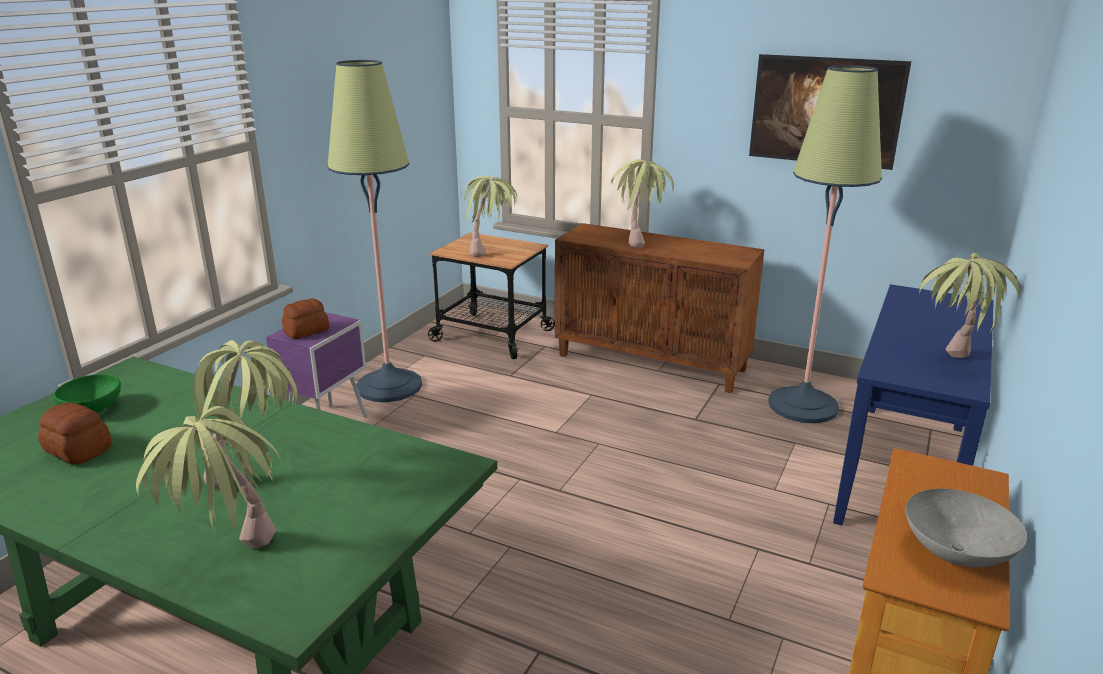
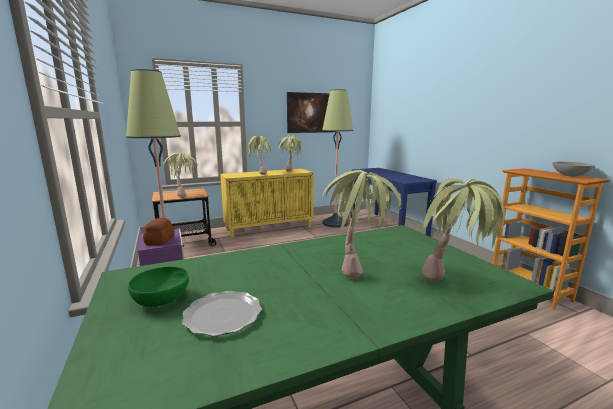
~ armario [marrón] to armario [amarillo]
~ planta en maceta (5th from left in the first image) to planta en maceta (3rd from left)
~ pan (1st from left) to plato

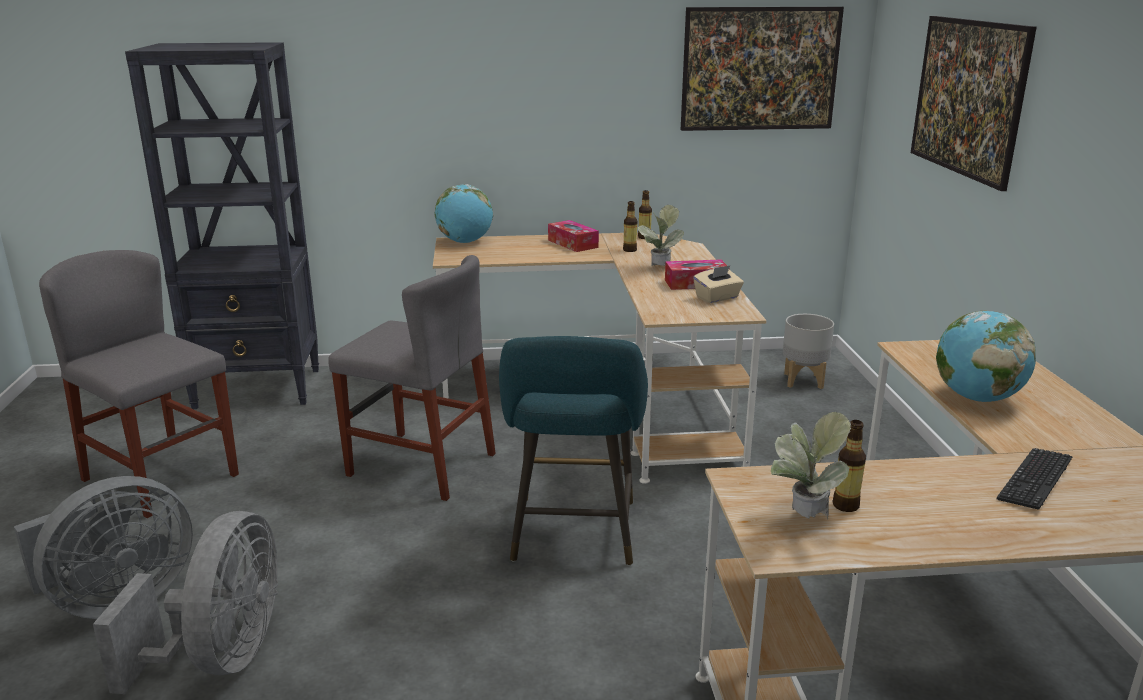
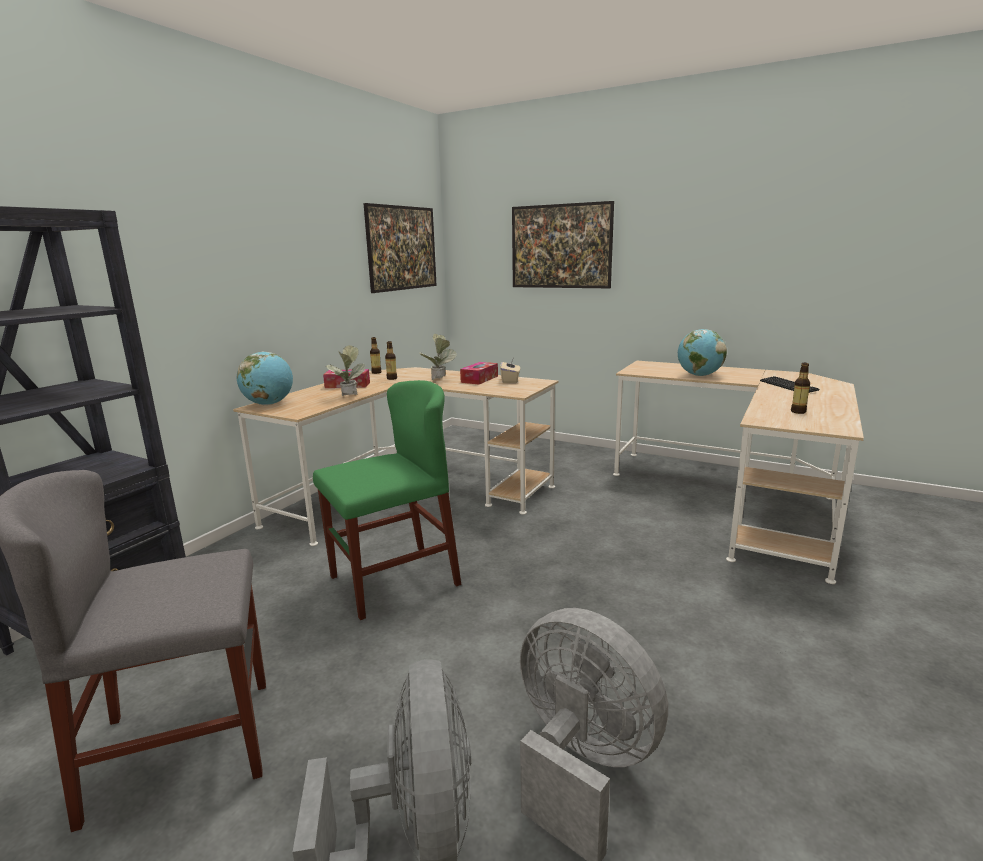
~ silla [gris] (2nd from left) to silla [verde]
- maceta [gris]
- taburete [turquesa]
~ planta en maceta (2nd from left in the first image) to planta en maceta (1st from left)

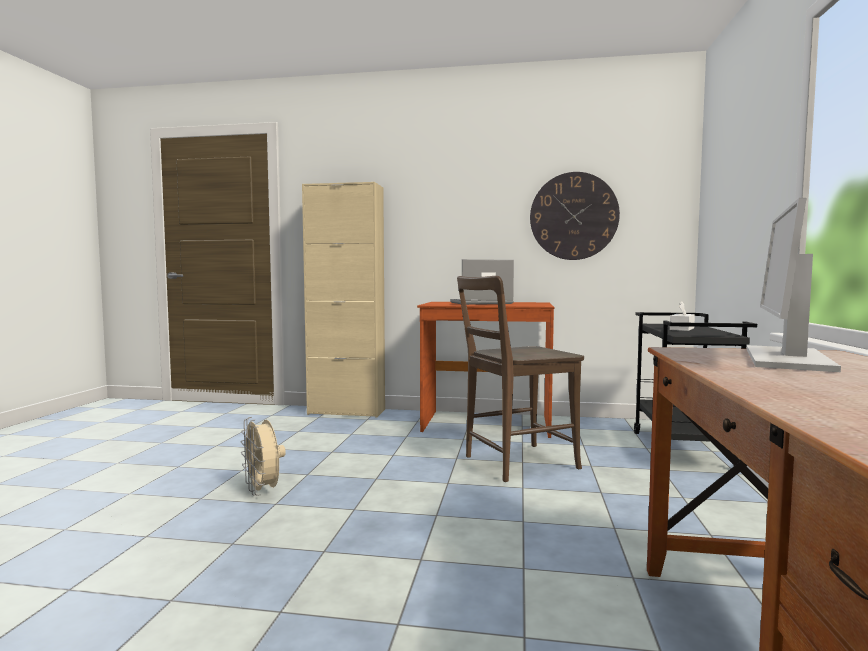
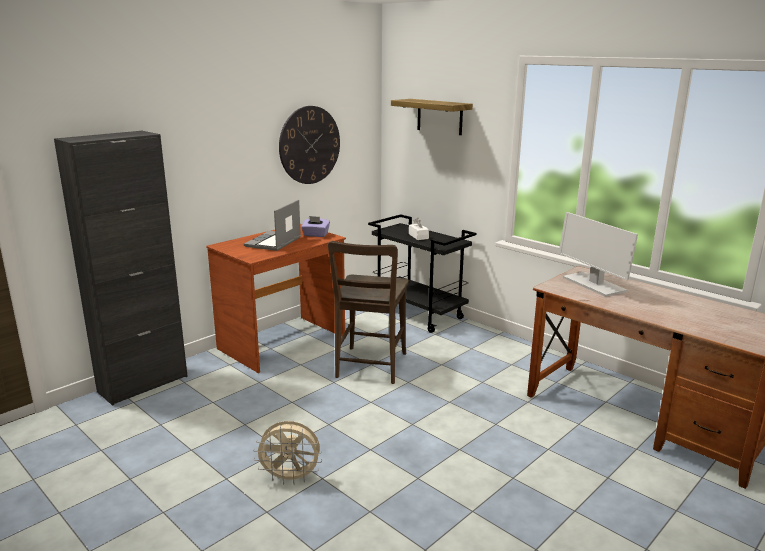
~ armario [beis] to armario [negro]
+ estante
+ caja de pañuelos [morado]

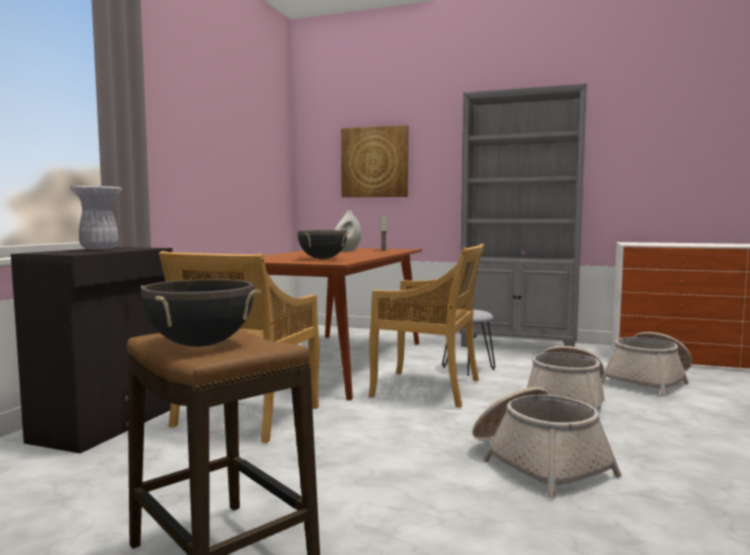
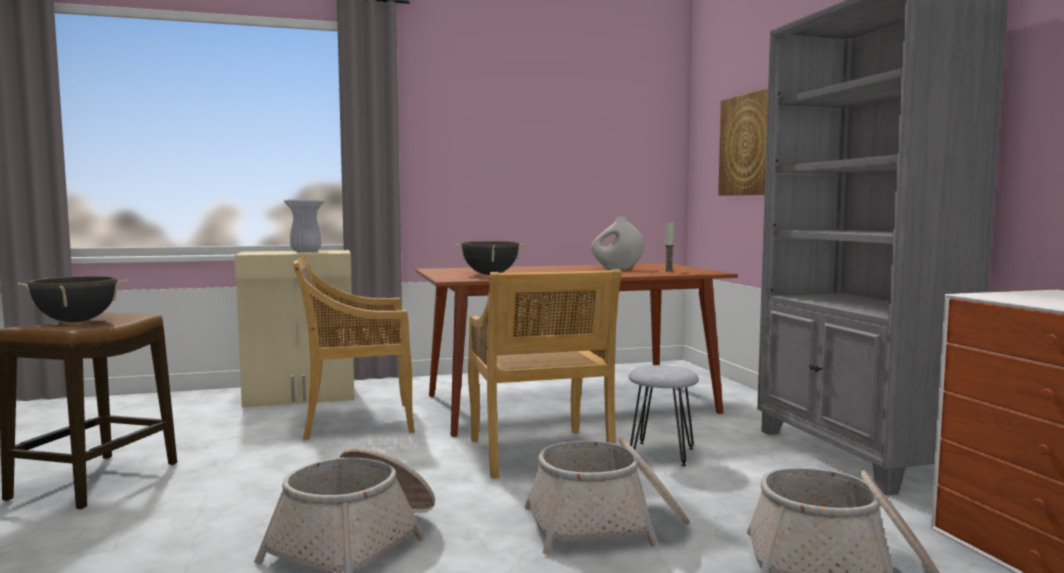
~ armario [negro] to armario [beis]

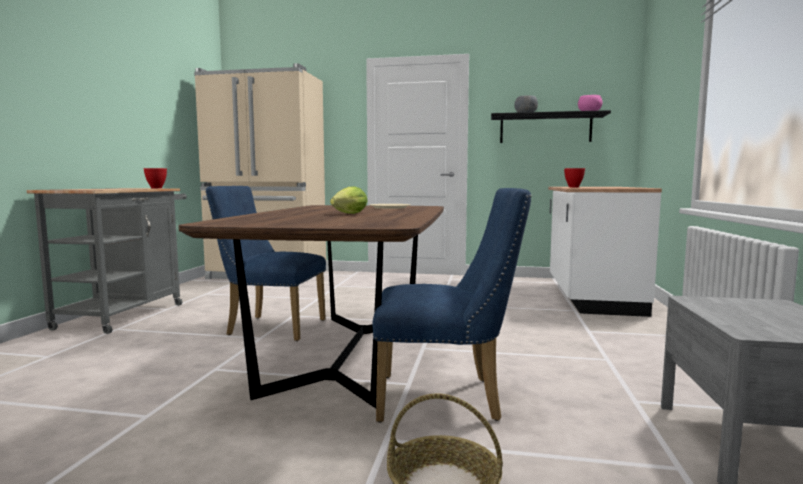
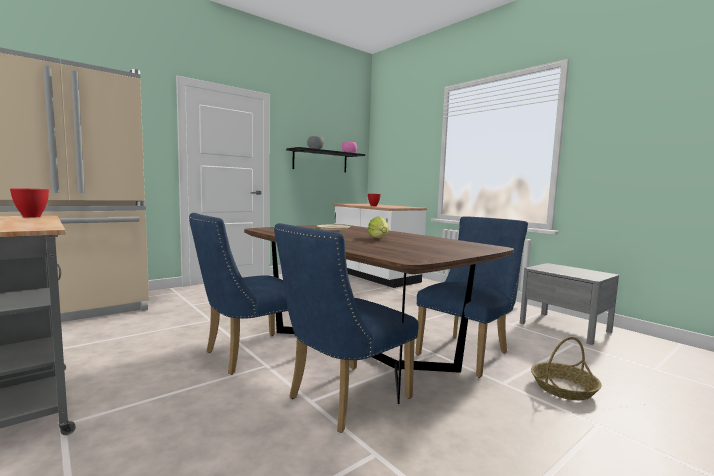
+ silla [azul] (2nd from left)

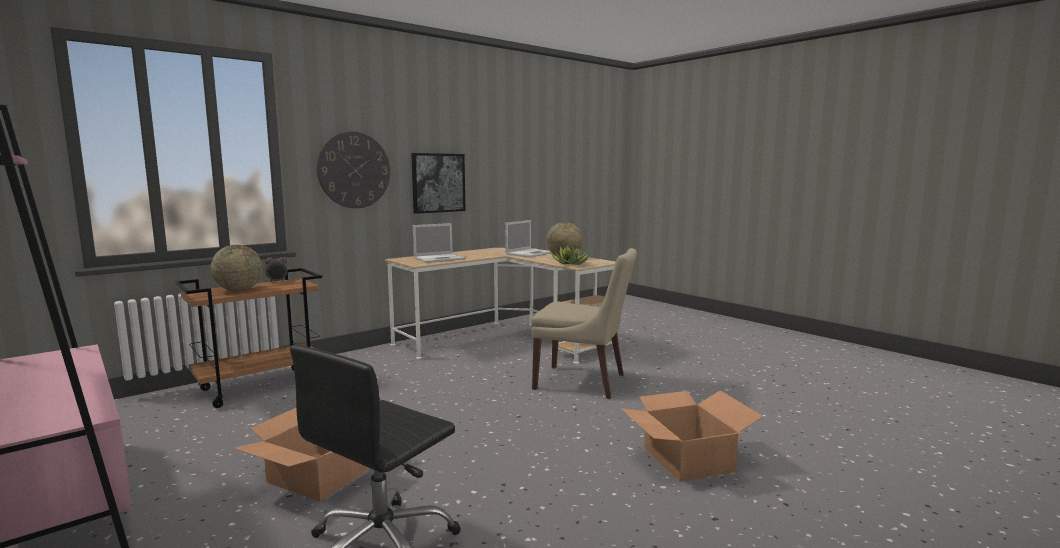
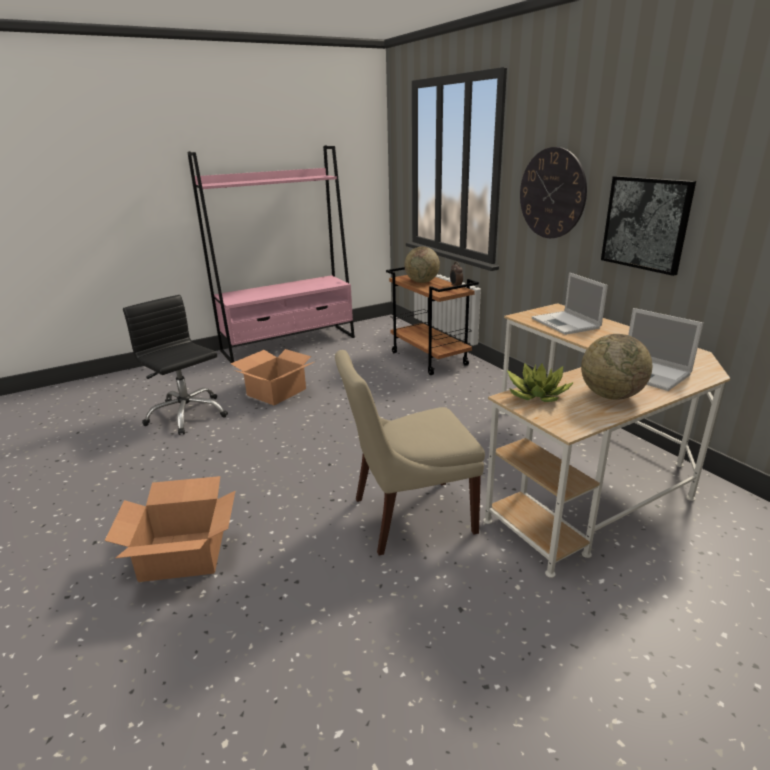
~ silla [beis] 45 degrees clockwise

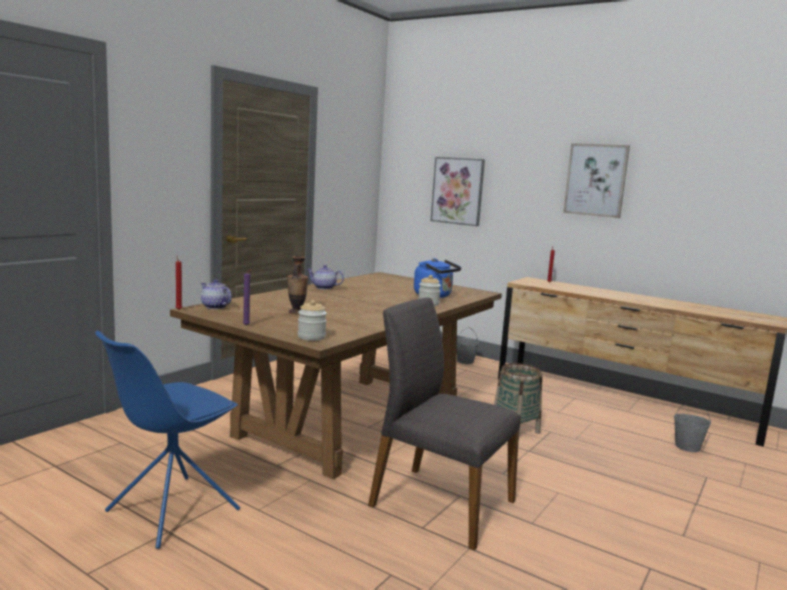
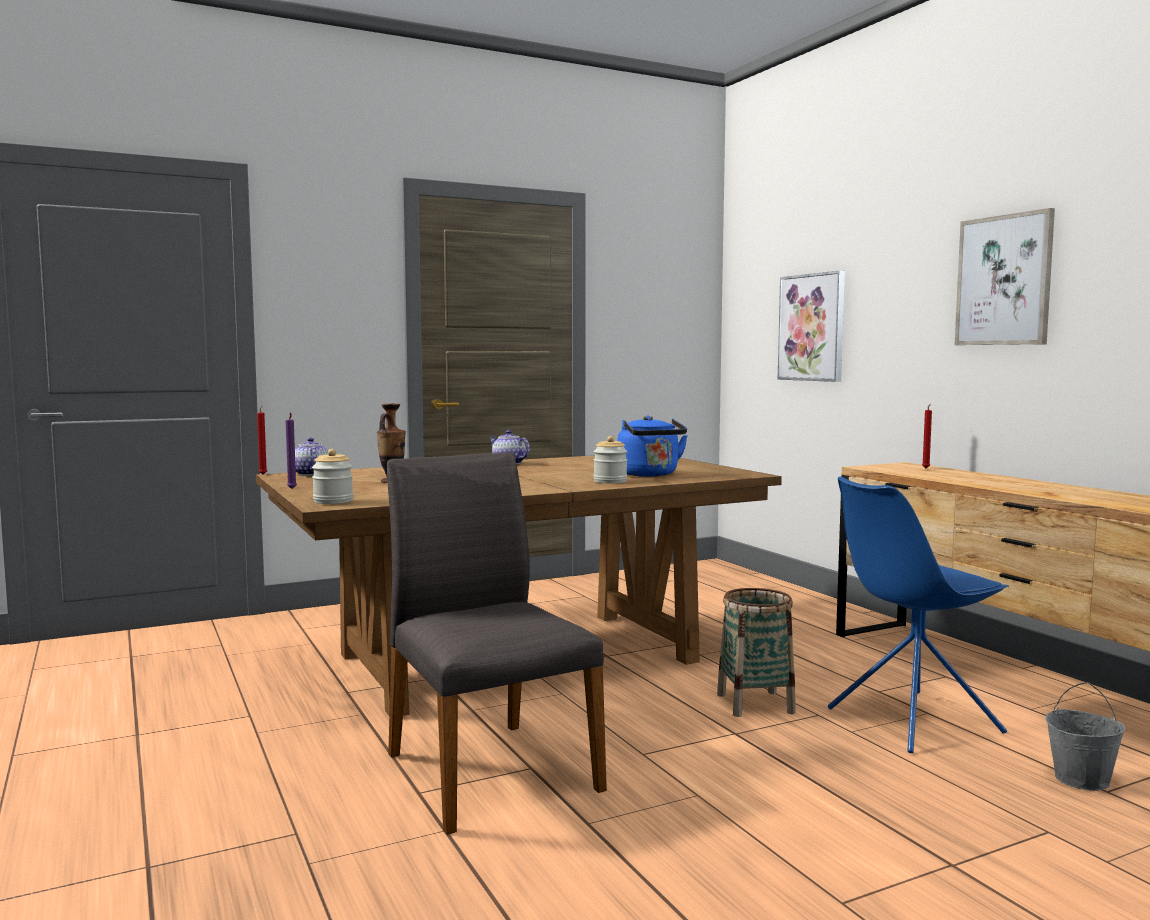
- cubo [gris] (1st from left)
~ silla [azul]

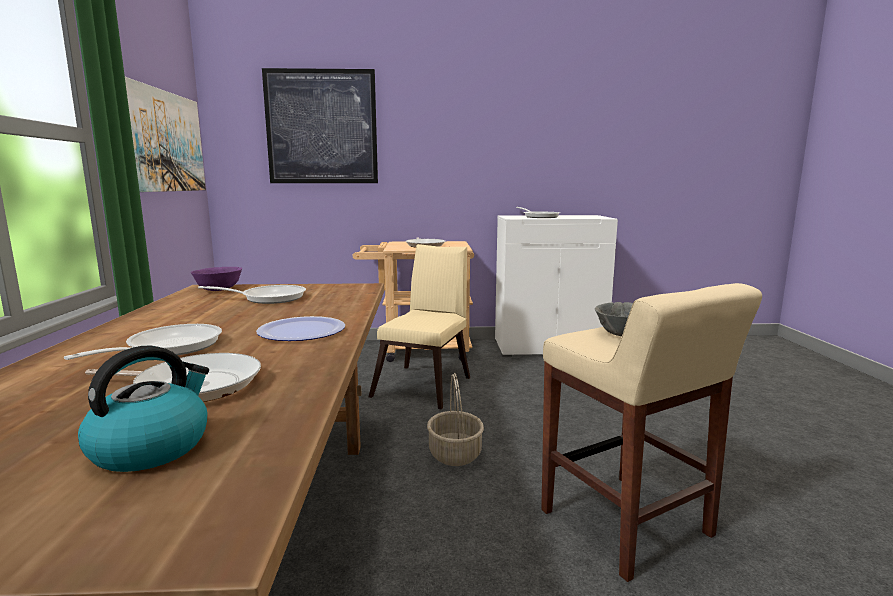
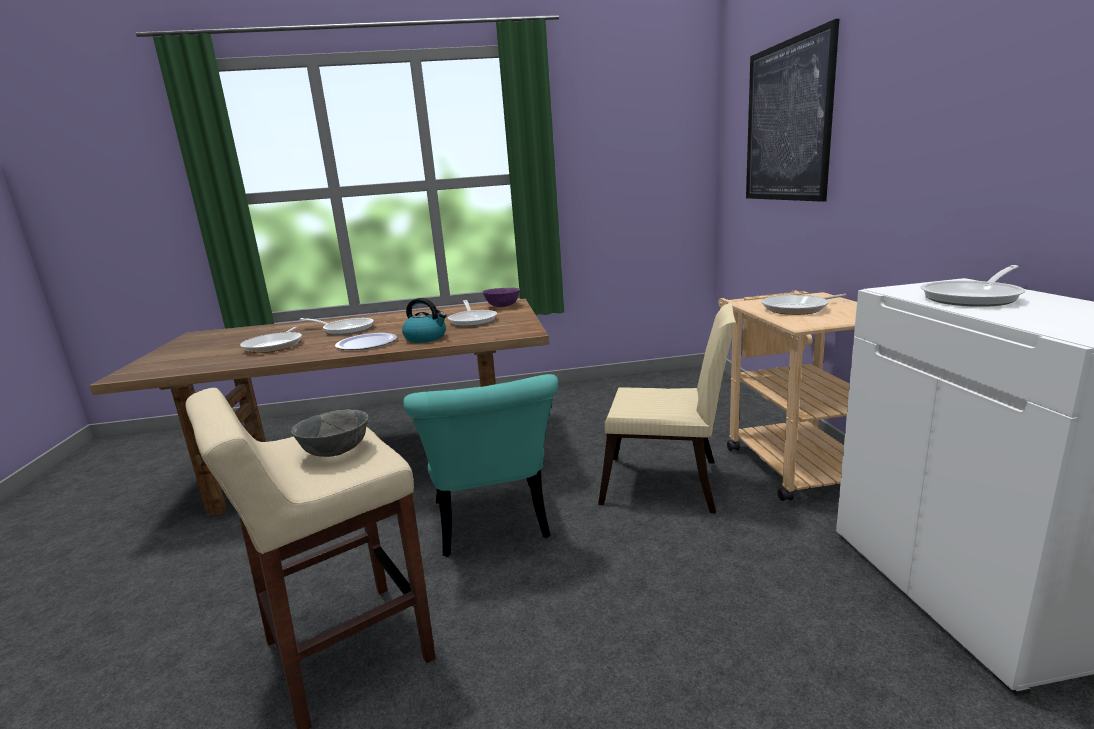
- cuadro (1st from left)
~ hervidor
~ cesta to silla [turquesa]

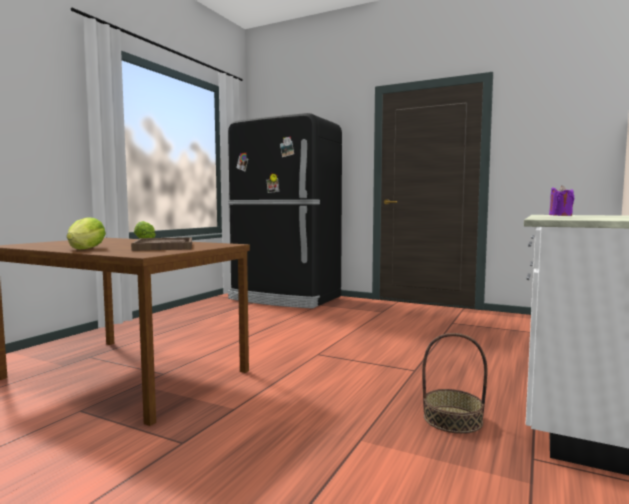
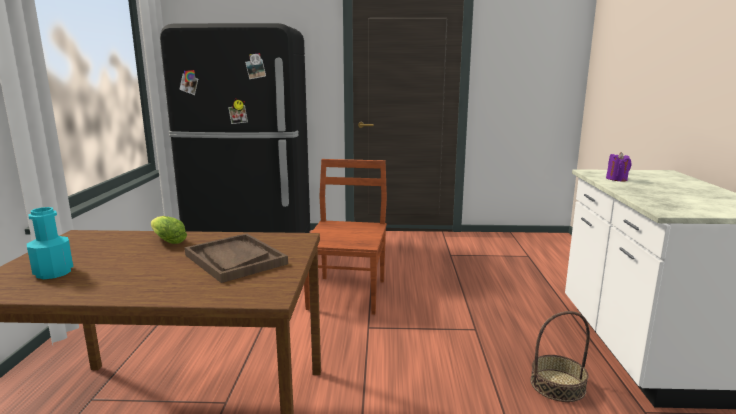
- lechuga (1st from left)
+ silla [marrón]
+ botella [turquesa]

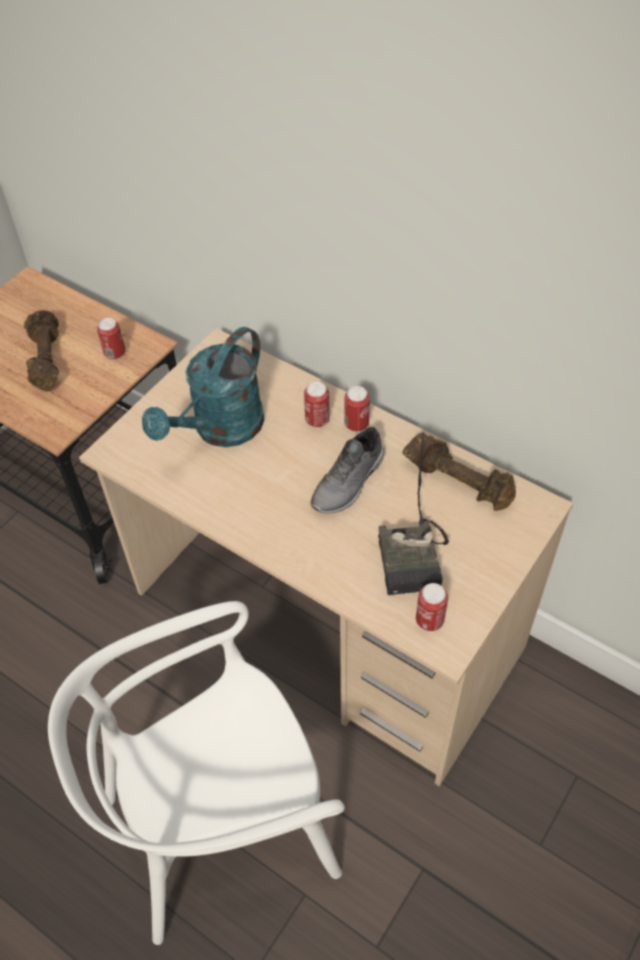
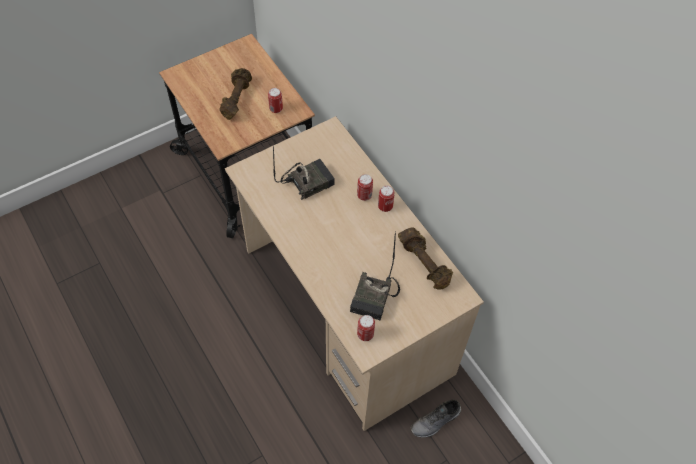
~ regadera [turquesa] to radio (1st from left)
~ zapato [gris]
- silla [blanco]

